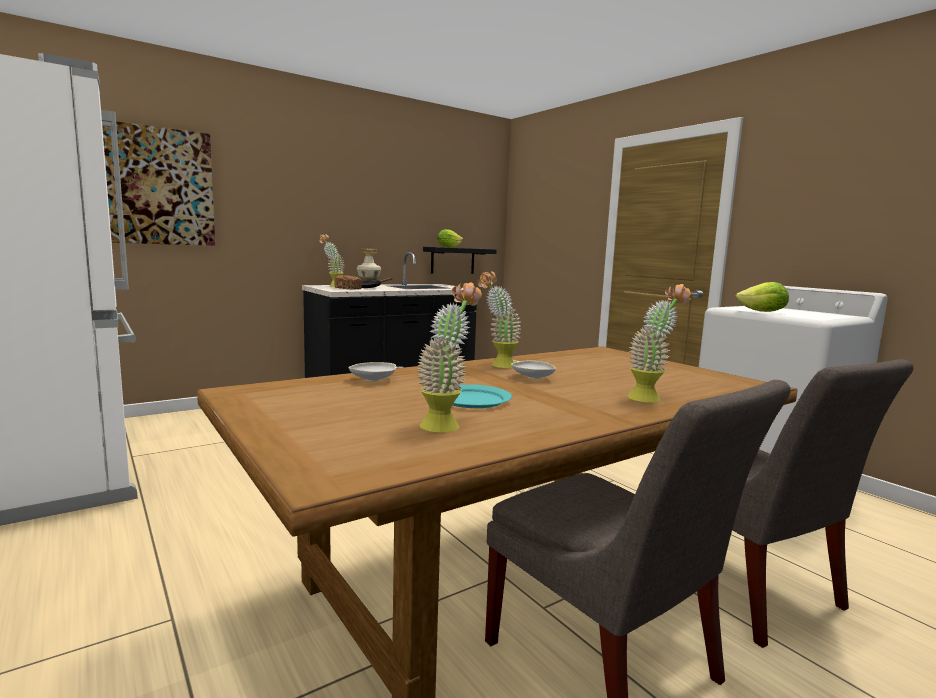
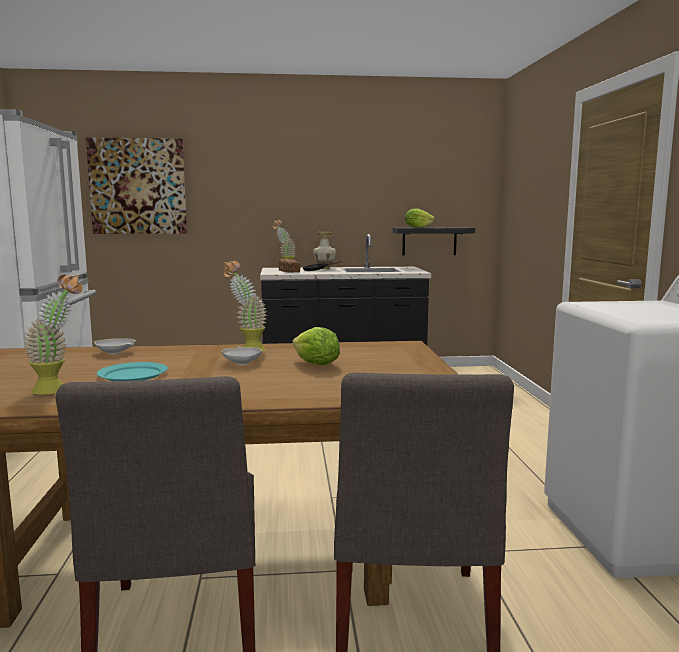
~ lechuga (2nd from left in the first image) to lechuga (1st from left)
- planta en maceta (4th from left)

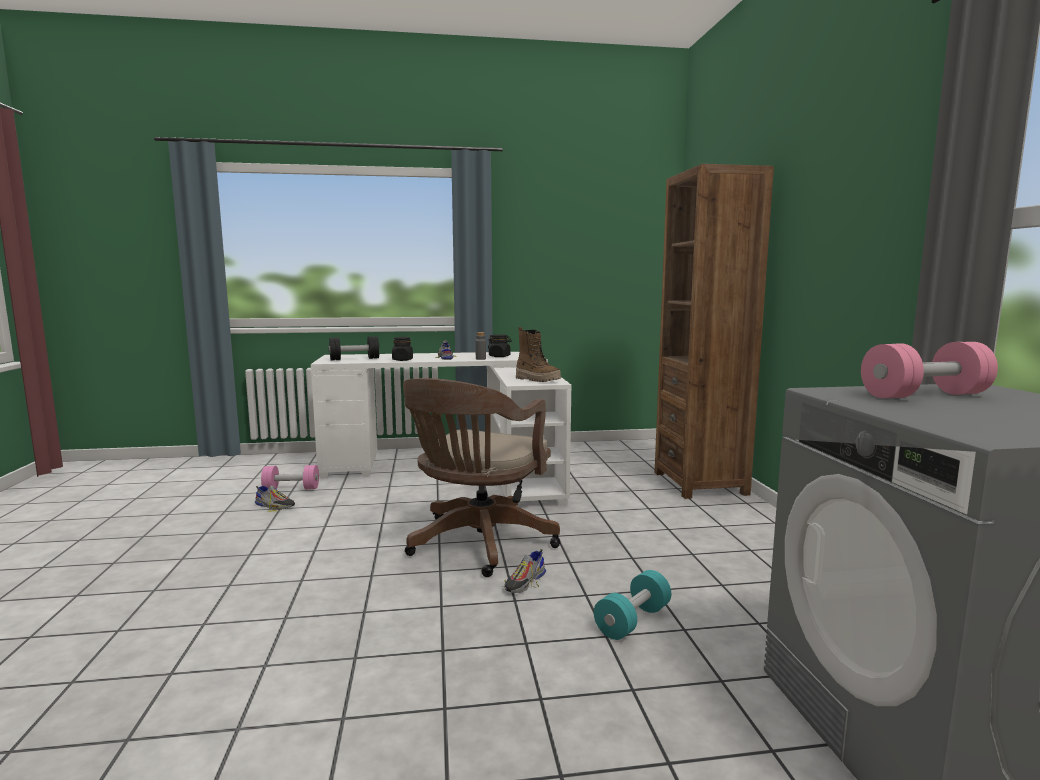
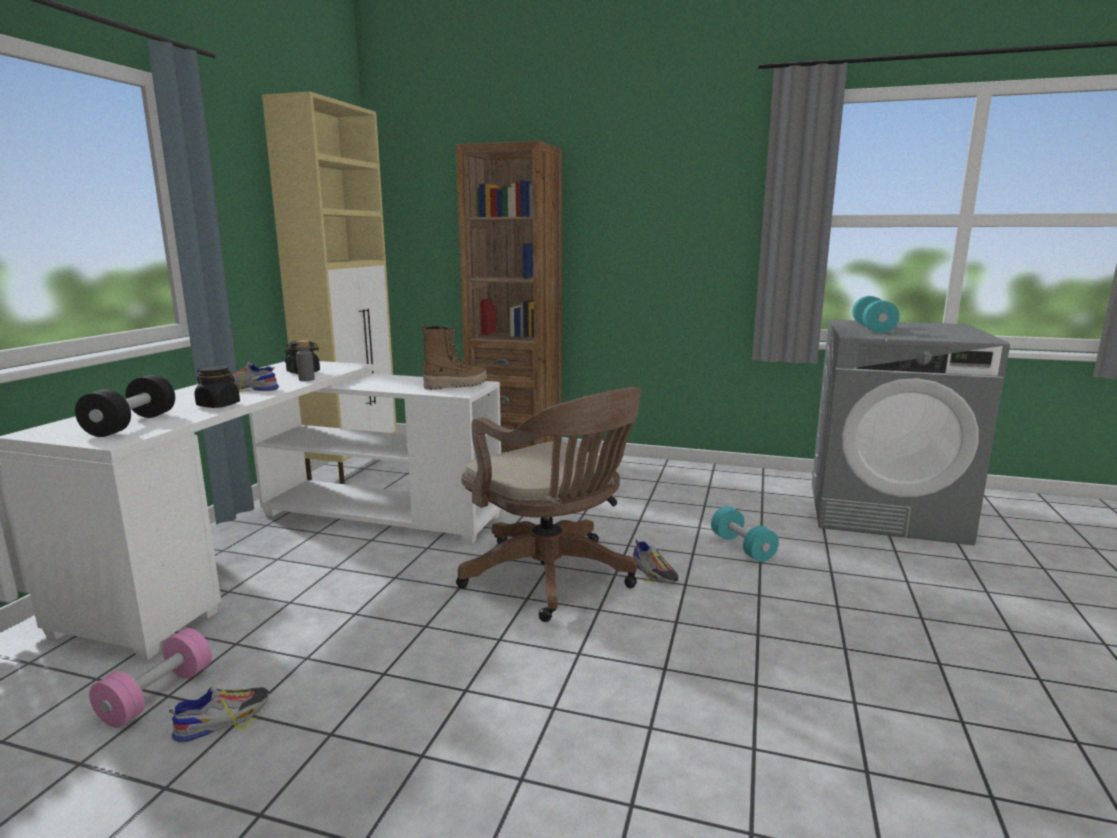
~ mancuerna [rosa] (2nd from left) to mancuerna [turquesa] (2nd from left)
+ armario [beis]

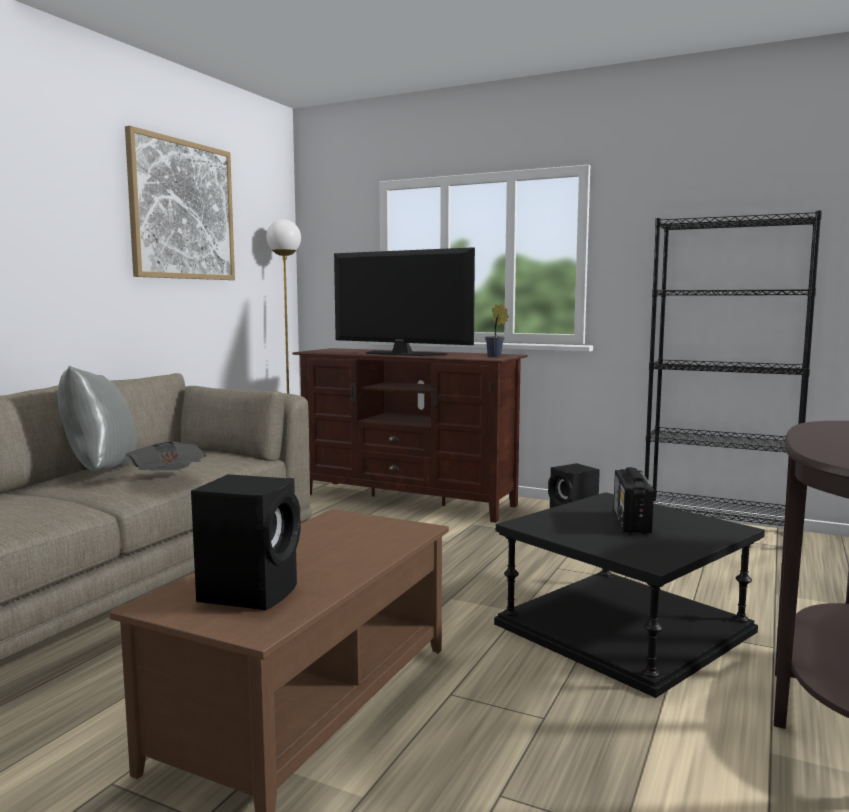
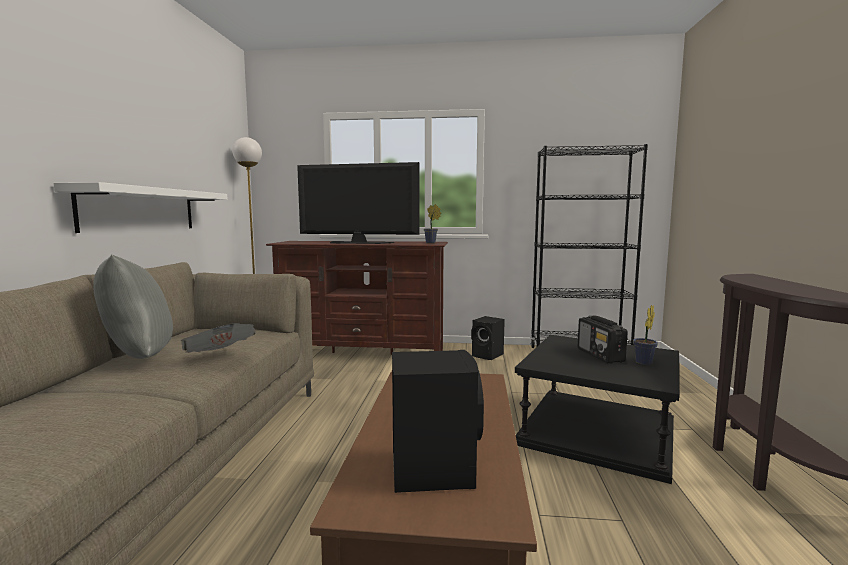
- cuadro
+ estante [blanco]
+ planta en maceta (2nd from left)

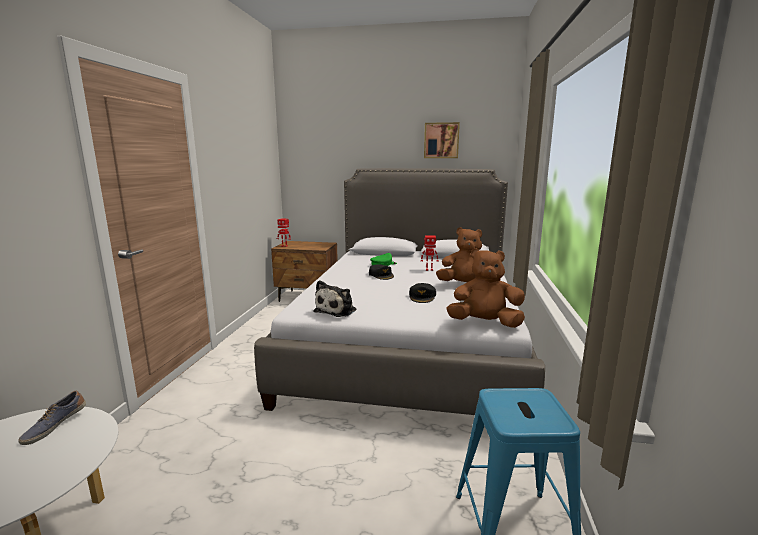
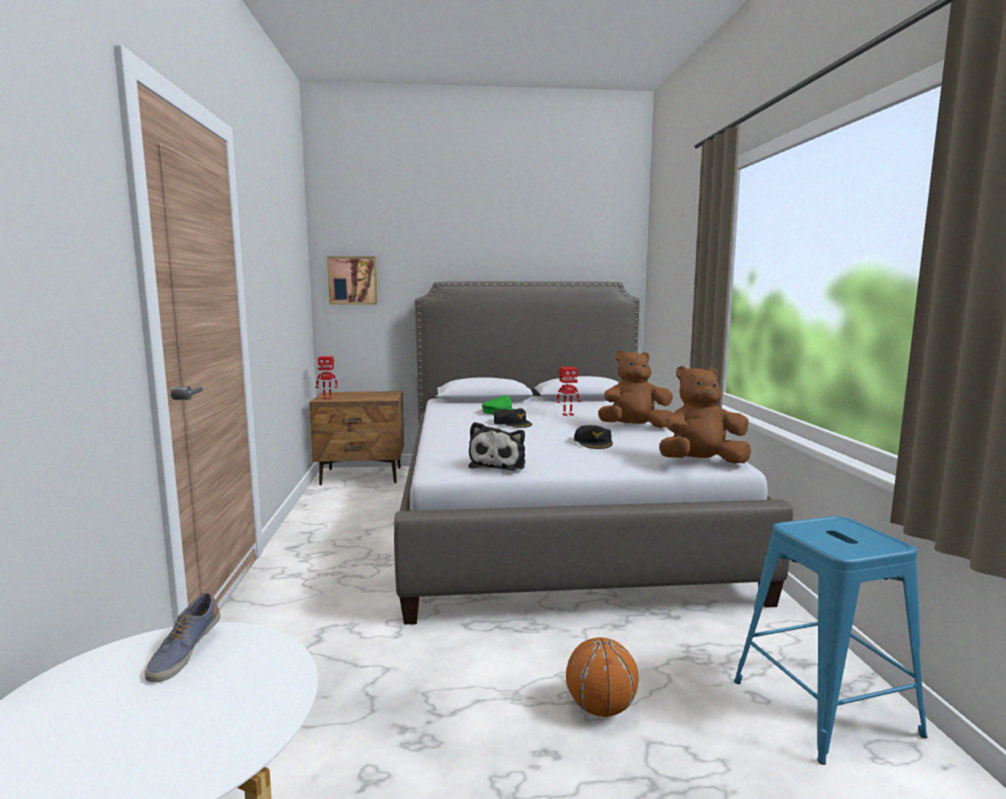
~ cuadro
+ balón de baloncesto

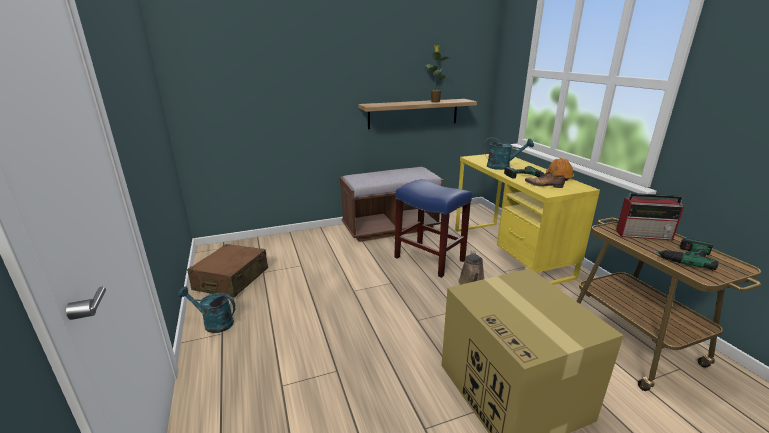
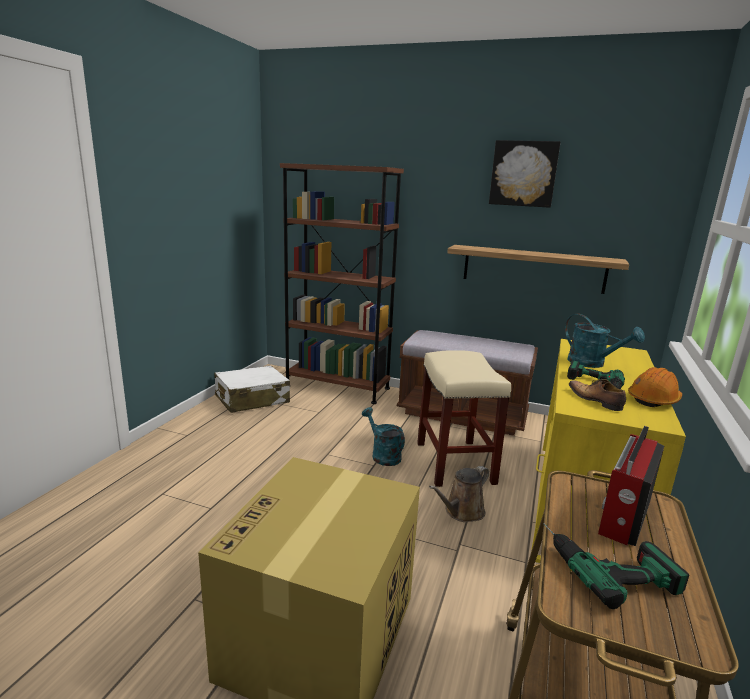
- planta en maceta
~ taburete [azul] to taburete [beis]
~ radio 75 degrees clockwise
~ maleta [marrón] to maleta [blanco]
~ regadera [turquesa] (1st from left)
+ cuadro
+ estantería [marrón]

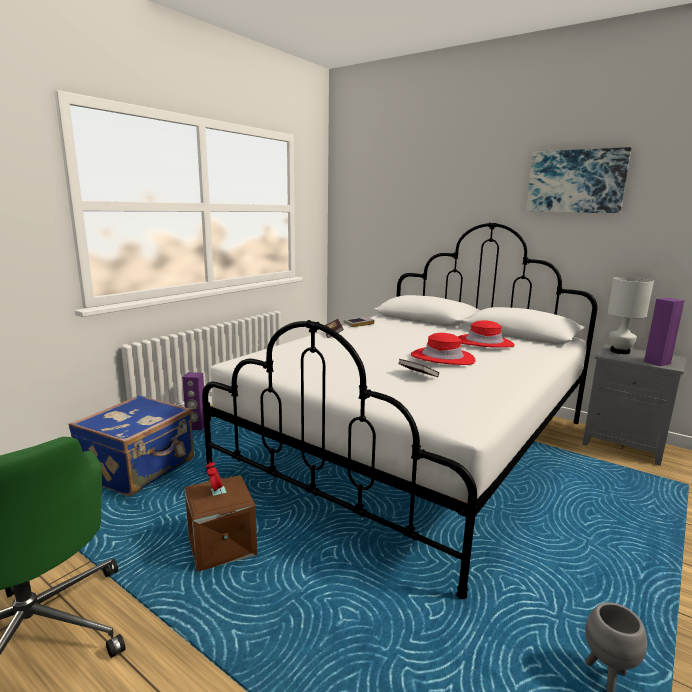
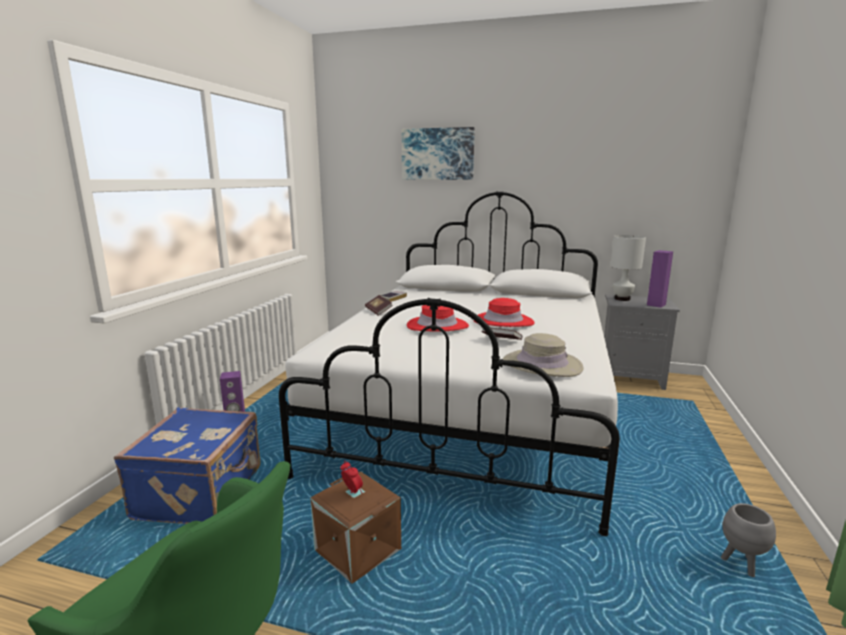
~ cuadro
~ sombrero [rojo] (2nd from left in the first image) to sombrero [rojo] (1st from left)
+ sombrero [beis]

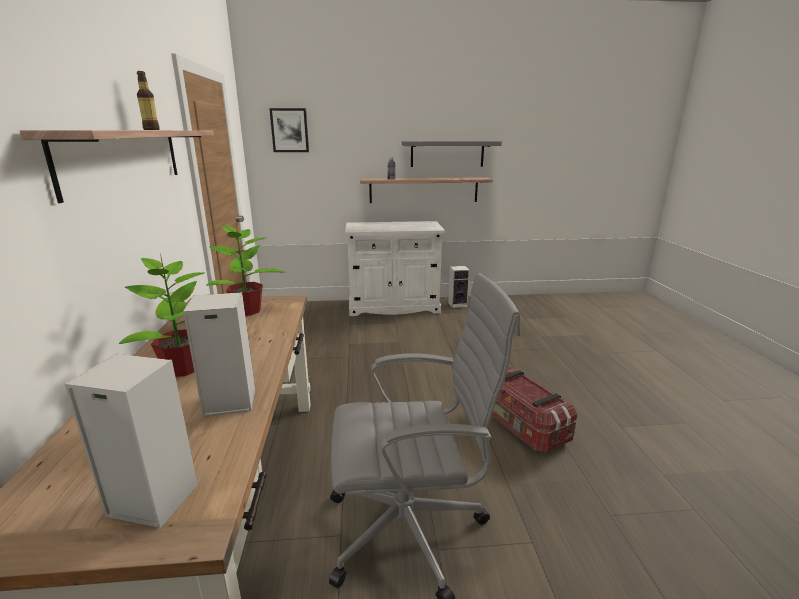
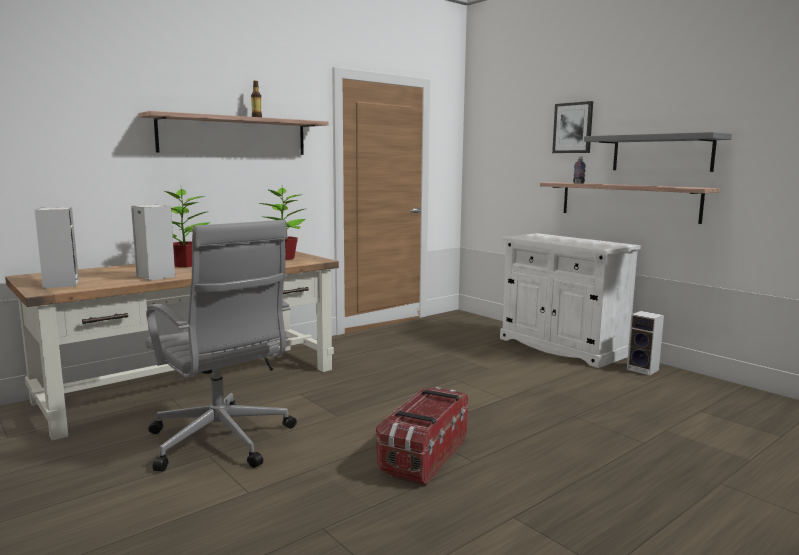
~ cuadro

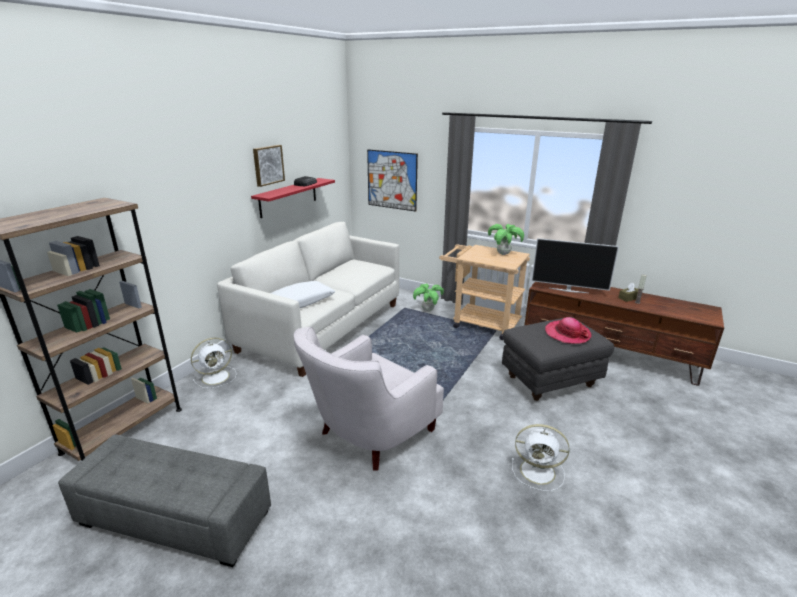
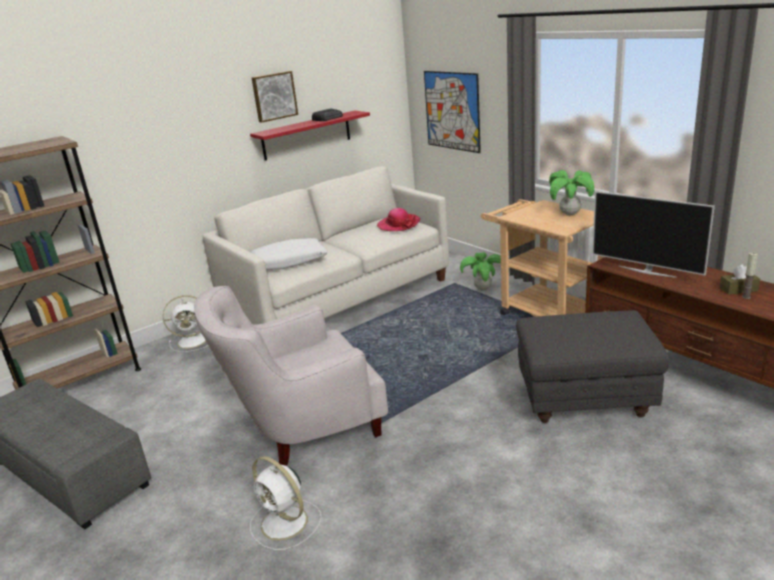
~ sombrero
~ ventilador [blanco] (2nd from left)

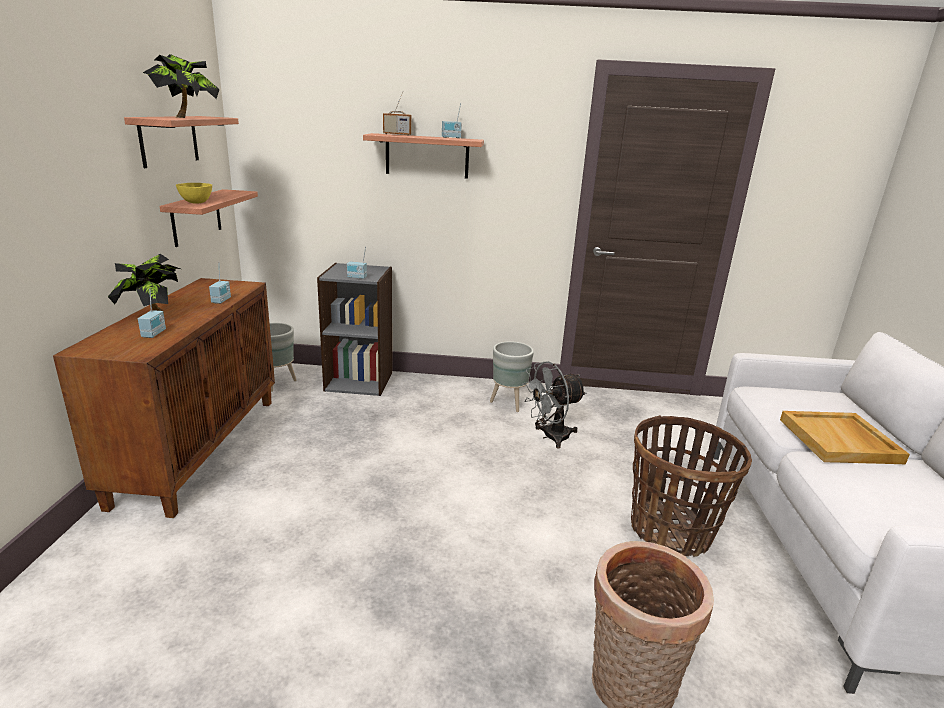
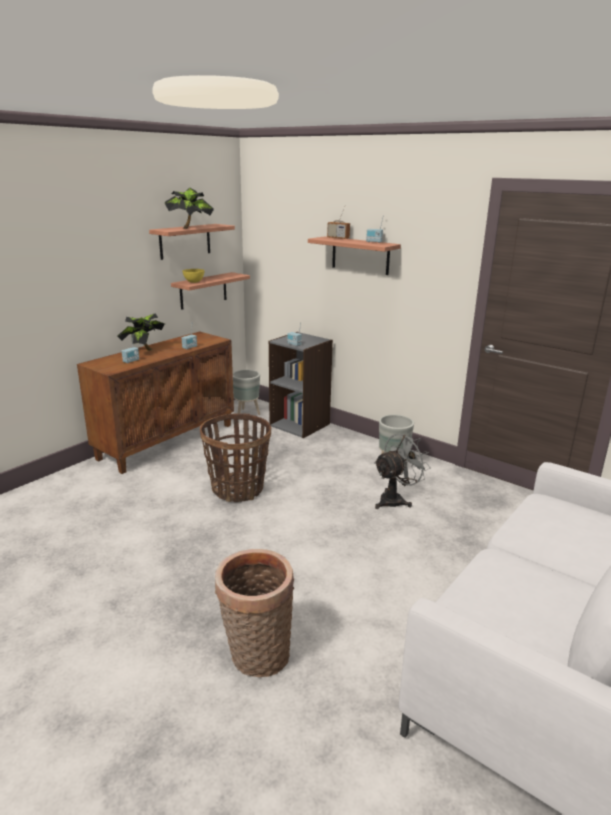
~ ventilador [gris] 135 degrees clockwise
- bandeja [beis]
~ cesta (2nd from left in the first image) to cesta (1st from left)

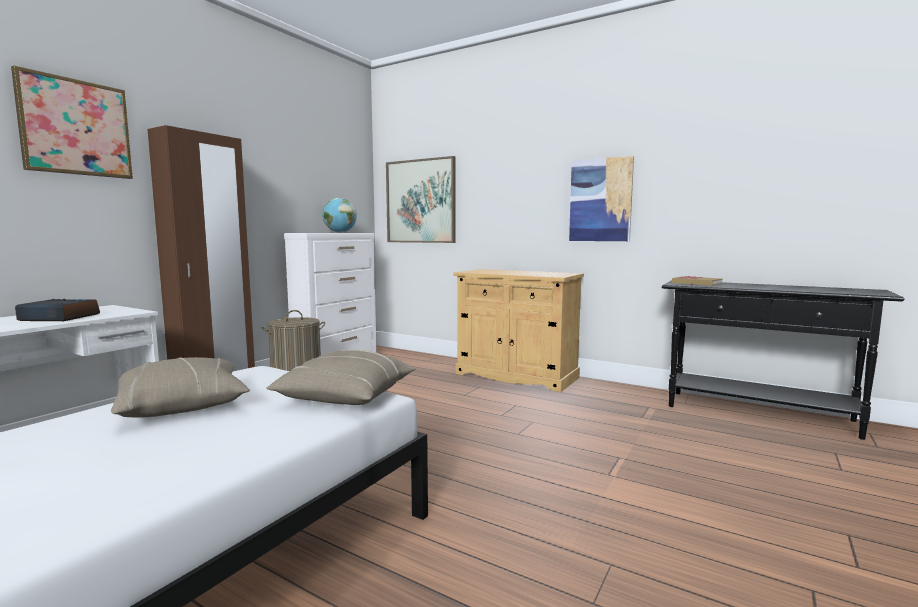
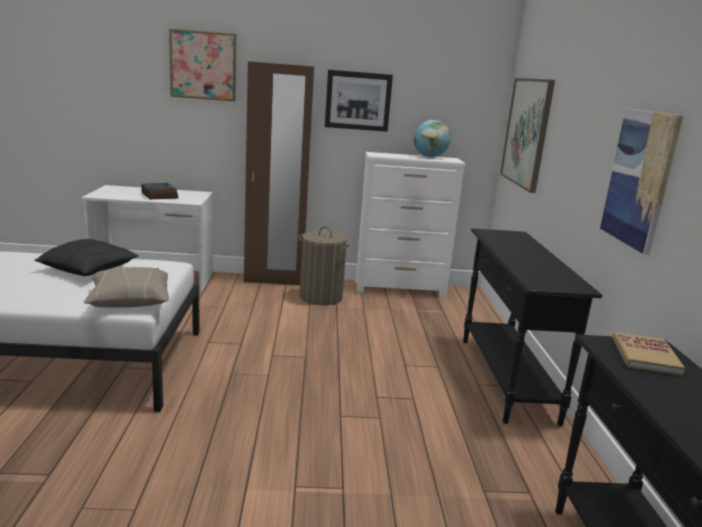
~ armario [beis] to mesa consola [negro] (1st from left)
~ cojín [beis] (1st from left) to cojín [negro]
+ cuadro (2nd from left)

